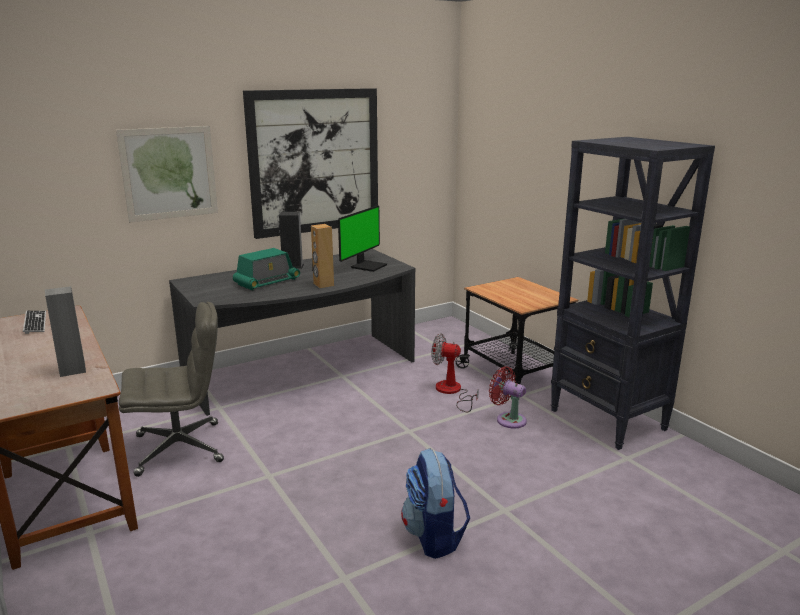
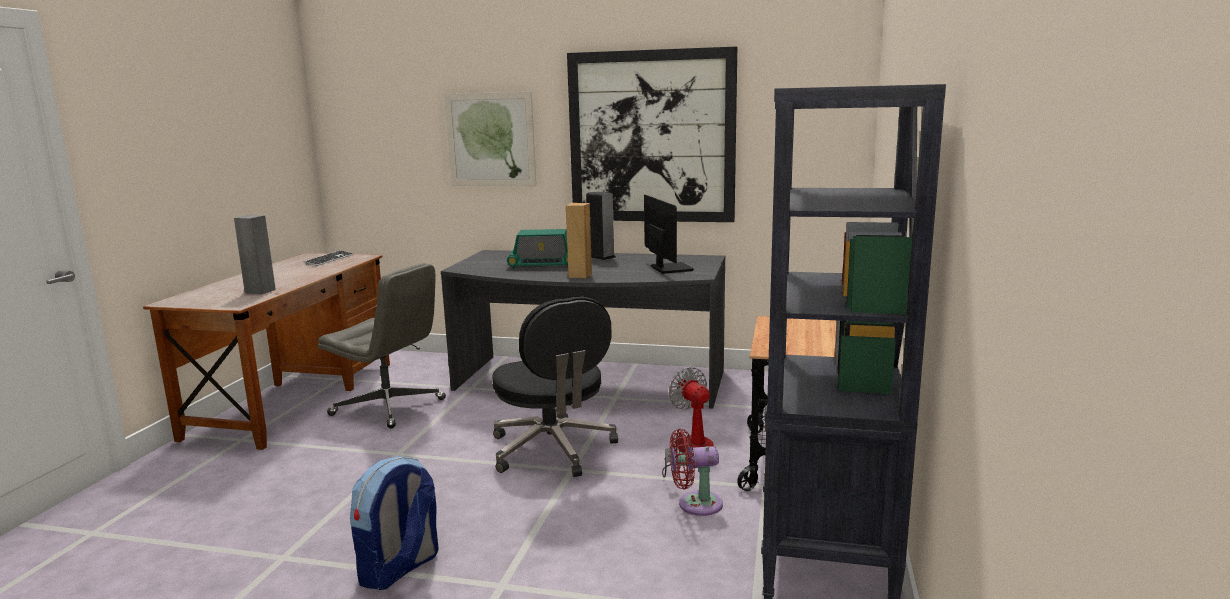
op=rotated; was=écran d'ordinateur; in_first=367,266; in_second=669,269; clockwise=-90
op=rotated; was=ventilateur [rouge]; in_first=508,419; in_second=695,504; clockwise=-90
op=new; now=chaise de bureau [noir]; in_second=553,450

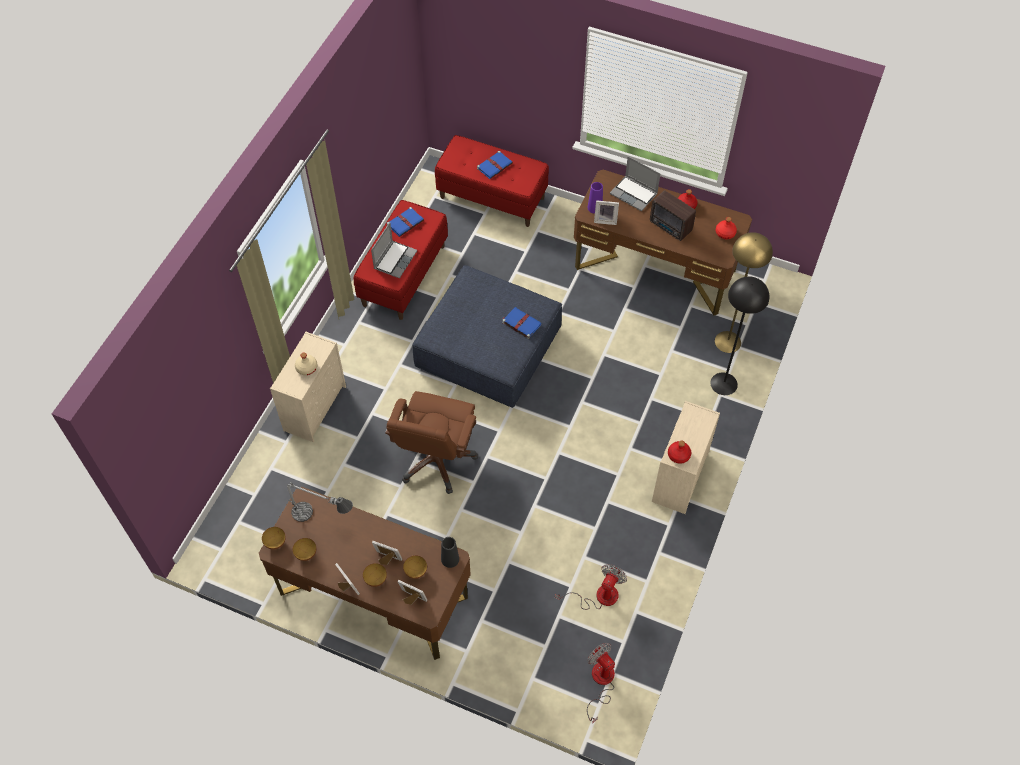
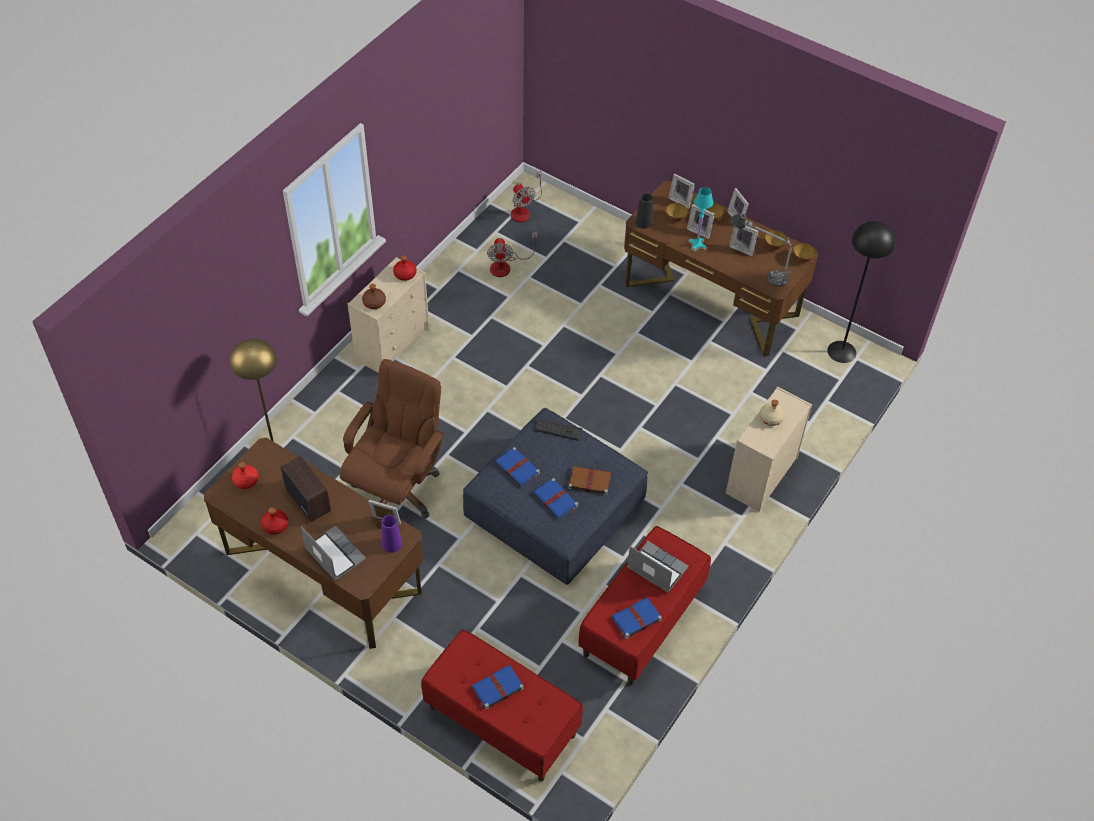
op=rotated; was=ordinateur portable; in_first=395,259; in_second=656,568; clockwise=90
op=shifted; was=lampadaire [noir]; in_first=723,383; in_second=842,351
op=shifted; was=chaise de bureau [marron]; in_first=436,460; in_second=397,489
op=rotated; was=ventilateur; in_first=598,596; in_second=506,265; clockwise=-45
op=new; now=lampe de table [turquoise]; in_second=697,245
op=new; now=cadre photo; in_second=742,248
op=new; now=bouteille [marron]; in_second=374,302
op=new; now=clavier; in_second=558,429
op=new; now=livre [marron]; in_second=589,481
op=new; now=livre [bleu]; in_second=556,500

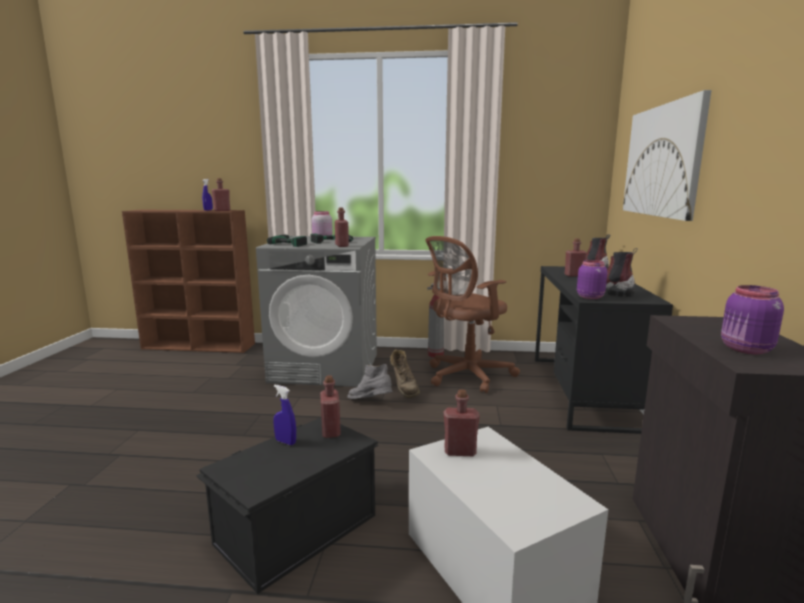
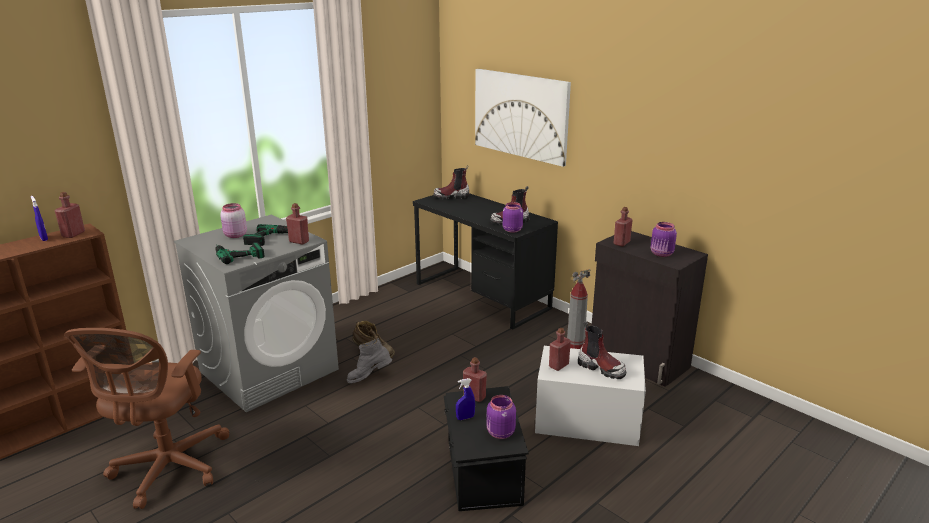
op=shifted; was=chaise de bureau [marron]; in_first=466,376; in_second=167,470
op=shifted; was=bouteille [rouge]; in_first=574,275; in_second=621,243
op=shifted; was=extincteur; in_first=435,355; in_second=575,345
op=new; now=botte; in_second=601,368
op=new; now=bocal [violet]; in_second=500,433

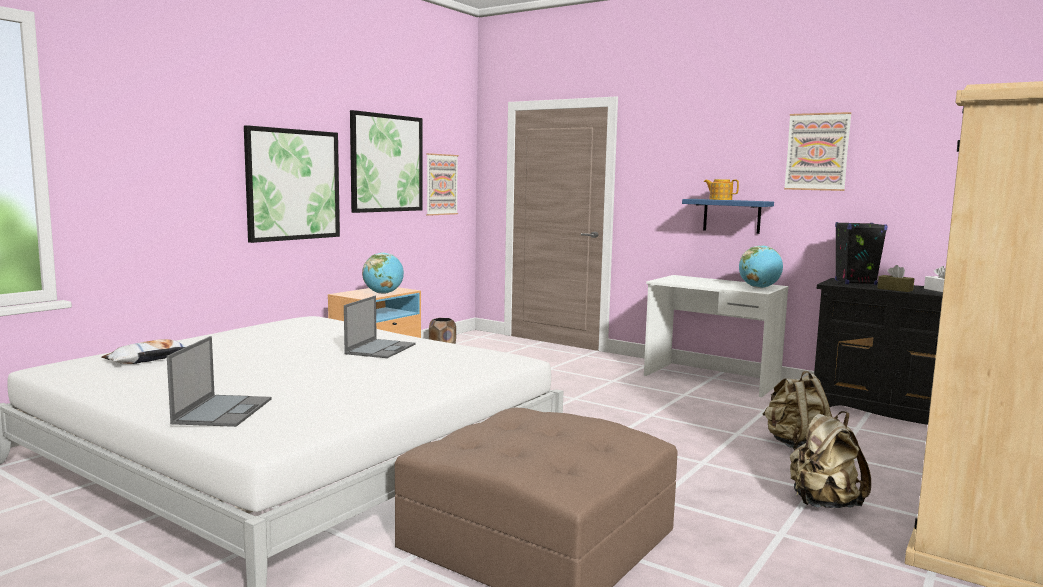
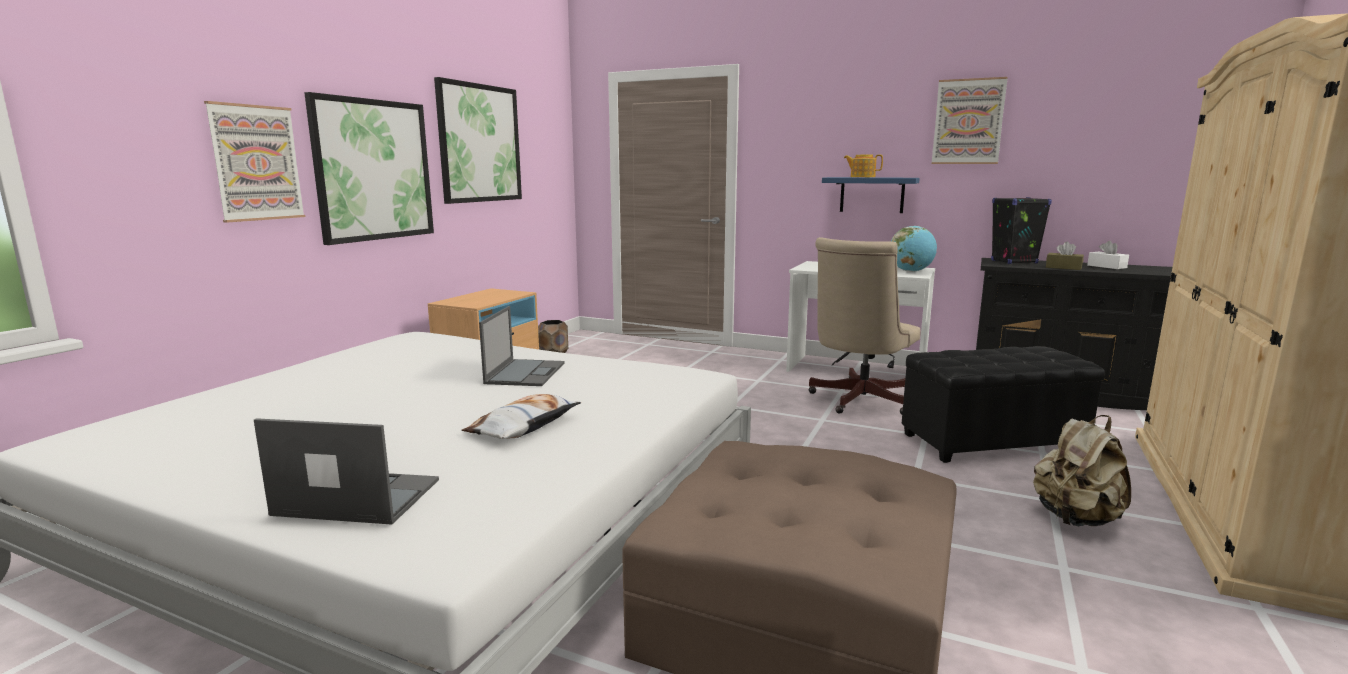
op=shifted; was=tableau; in_first=441,184; in_second=256,163
op=gone; was=globe; in_first=383,293
op=rotated; was=ordinateur portable; in_first=223,411; in_second=356,497; clockwise=-75
op=shifted; was=coussin; in_first=147,359; in_second=524,426
op=swapped; was=sac à dos [beige]; now=pouf [noir]; in_first=795,445; in_second=992,443
op=new; now=chaise de bureau [beige]; in_second=858,401

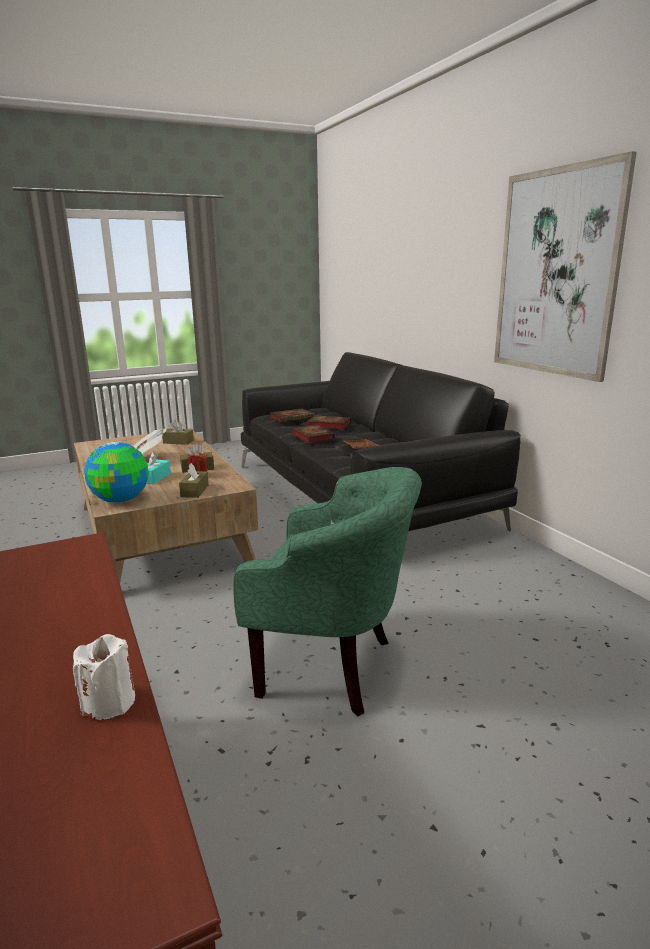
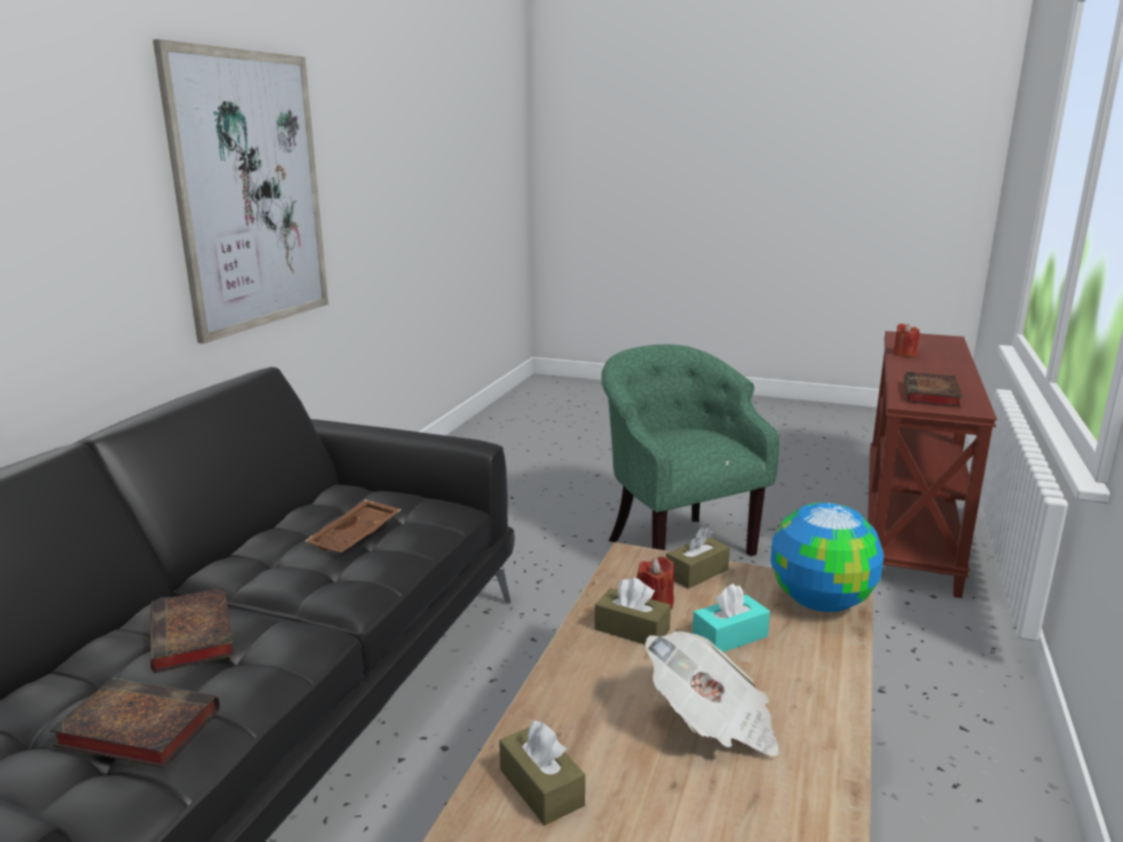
op=shifted; was=livre; in_first=311,437; in_second=932,395
op=repainted; was=bougie [blanc]; now=bougie [rouge]; in_first=109,702; in_second=904,354

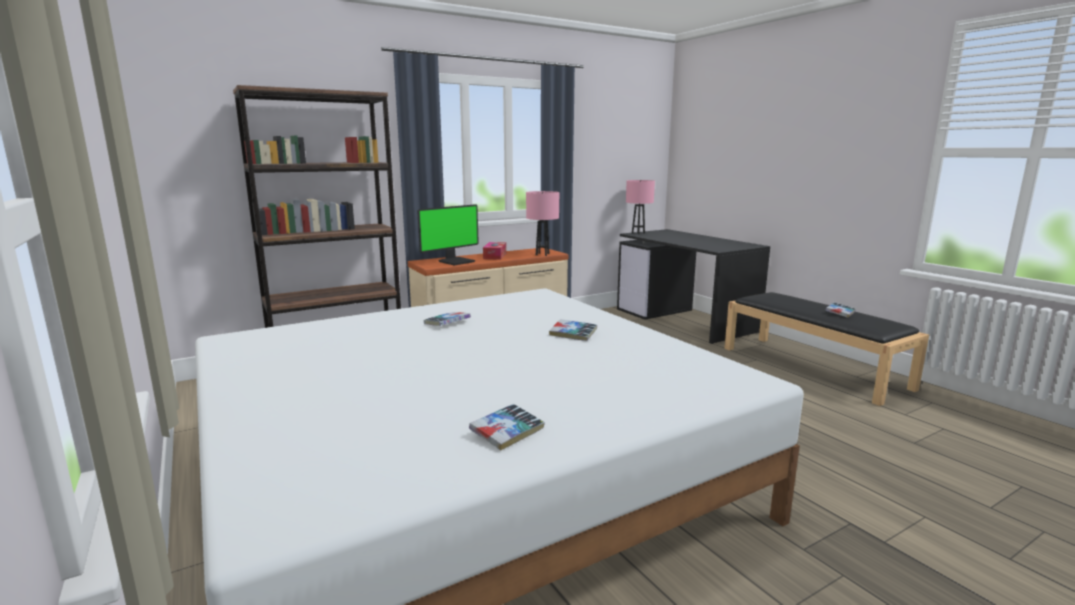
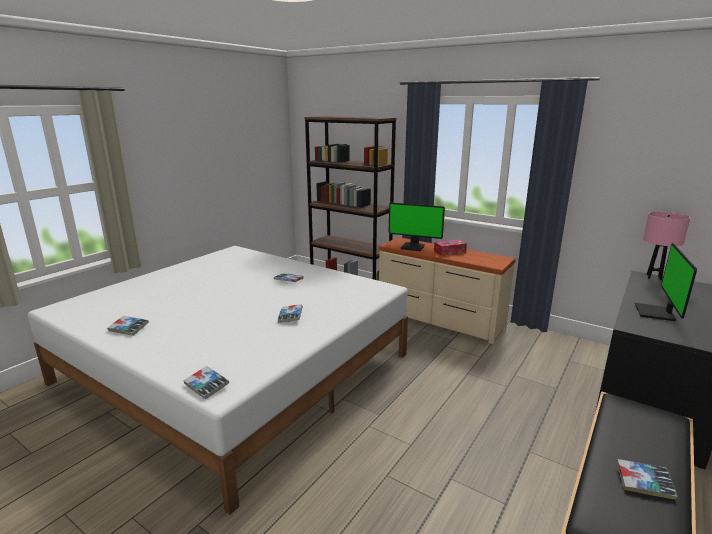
op=gone; was=lampe de table [rose]; in_first=542,254
op=new; now=écran d'ordinateur; in_second=657,313
op=new; now=livre; in_second=206,386

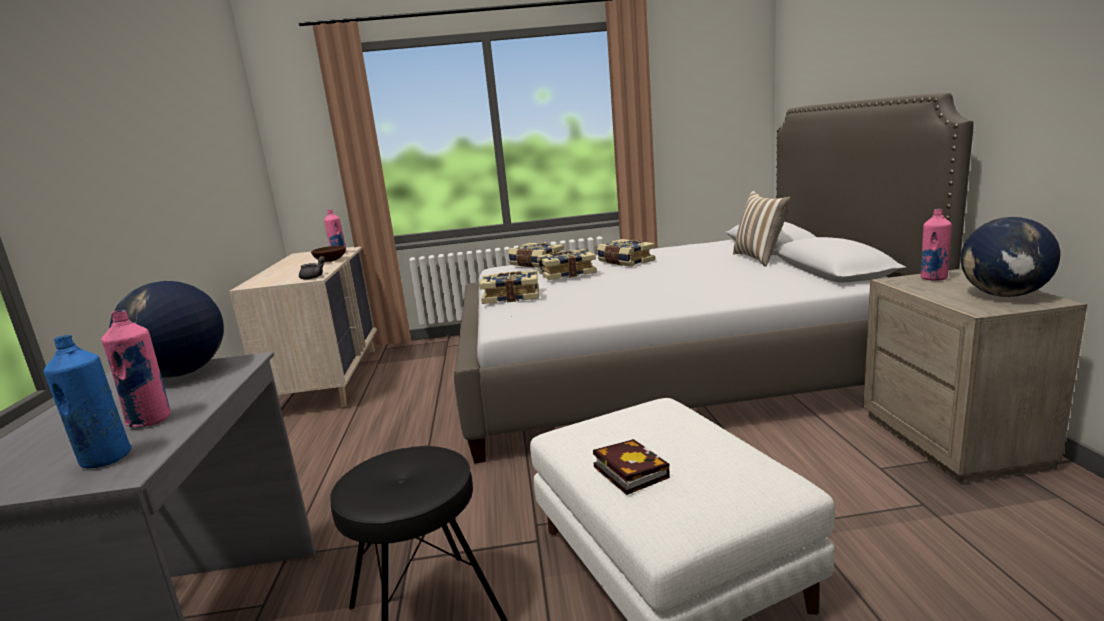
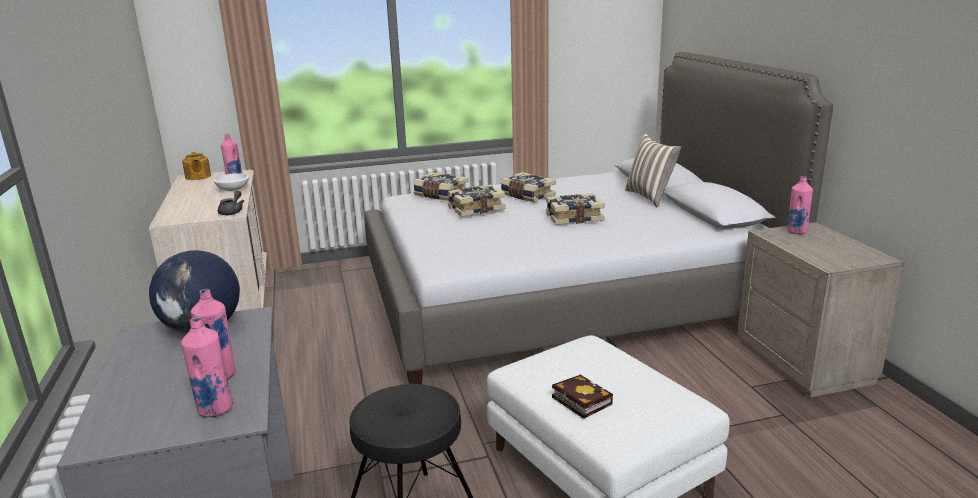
op=gone; was=globe; in_first=1004,295
op=repainted; was=bol [marron]; now=bol [blanc]; in_first=331,260; in_second=234,189
op=shifted; was=livre; in_first=511,297; in_second=574,217
op=repainted; was=bouteille [bleu]; now=bouteille [rose]; in_first=105,459; in_second=215,409
op=new; now=théière; in_second=198,177

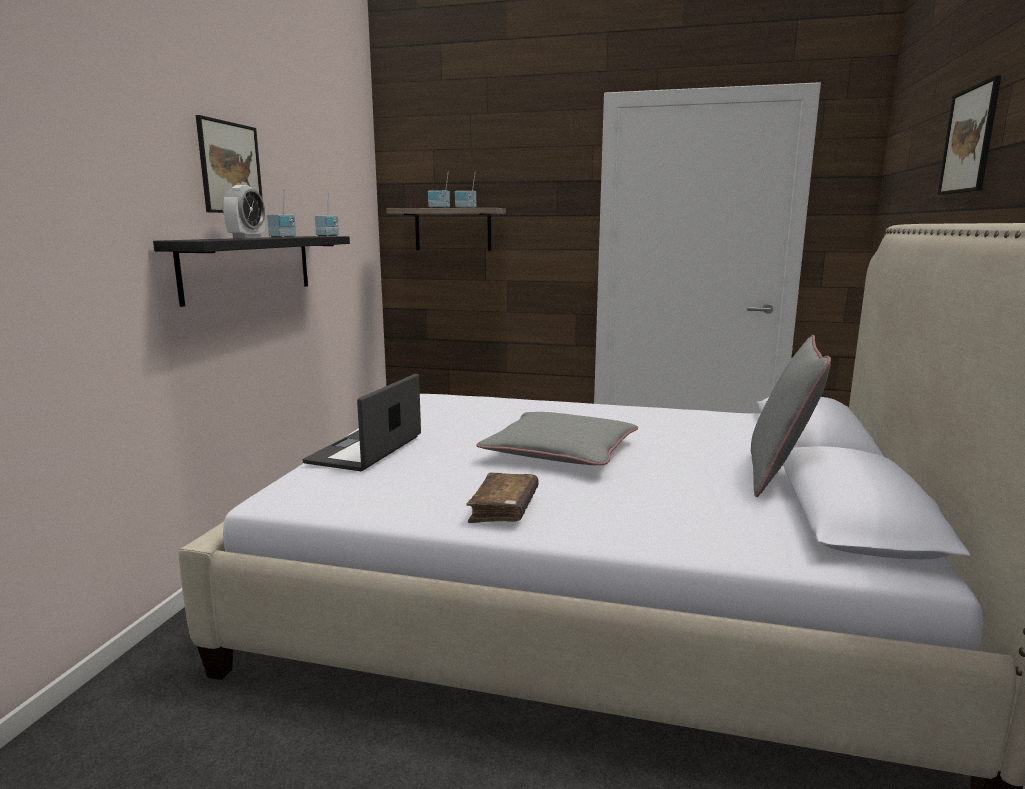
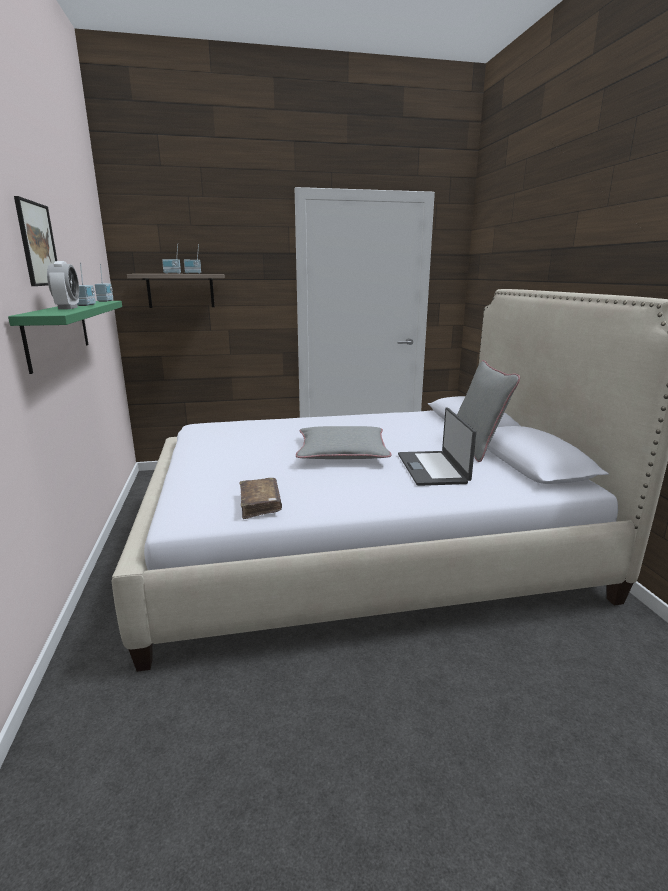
op=gone; was=tableau; in_first=969,140
op=repainted; was=étagère [noir]; now=étagère [vert]; in_first=249,266; in_second=58,332
op=shifted; was=ordinateur portable; in_first=367,450; in_second=433,468
op=shifted; was=livre [marron]; in_first=504,508; in_second=260,504

